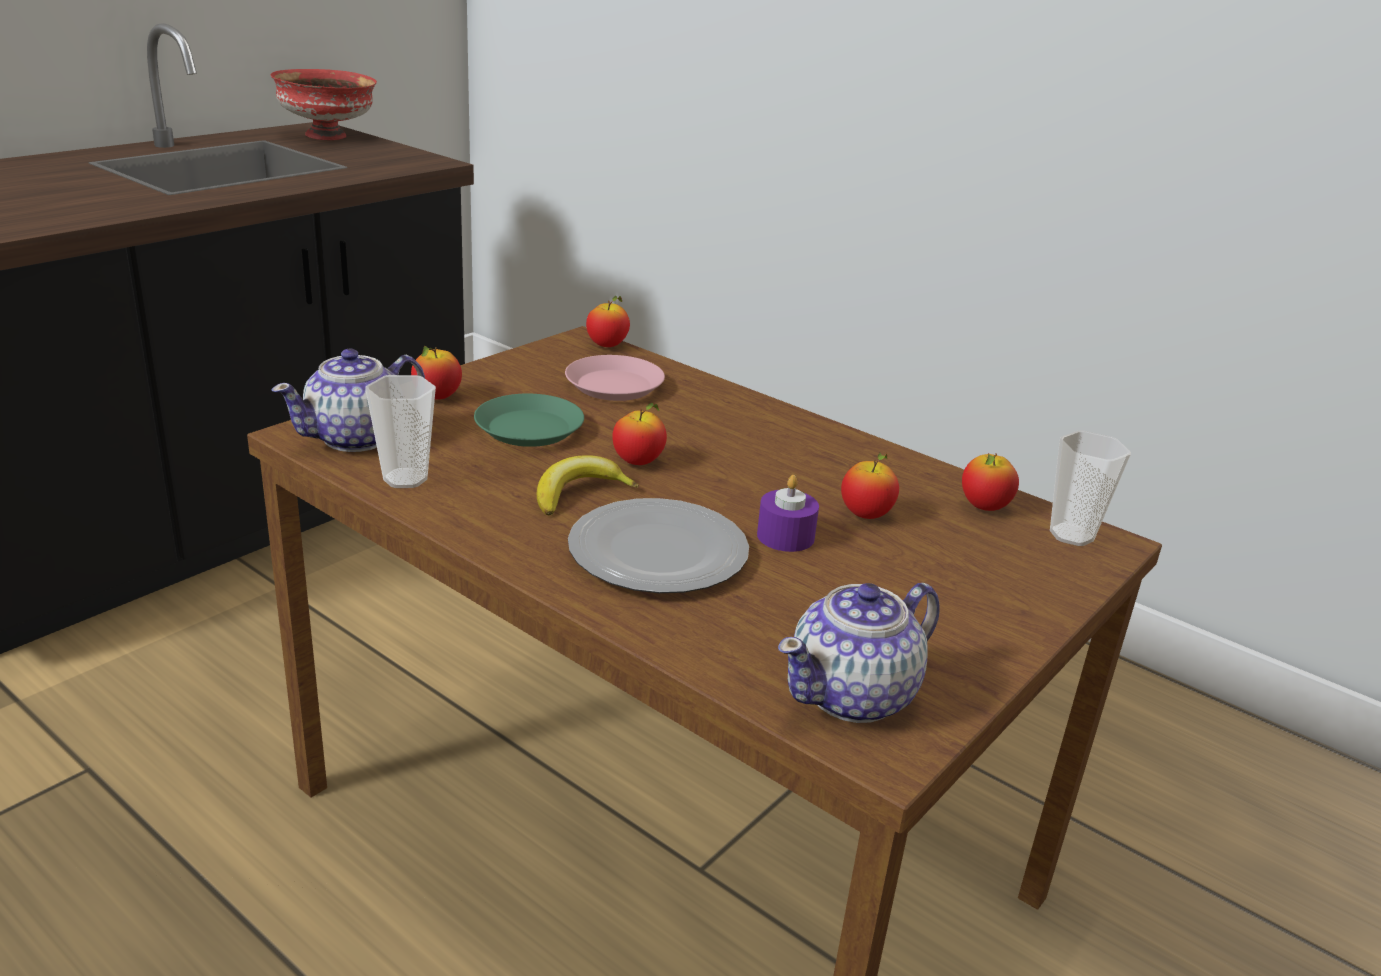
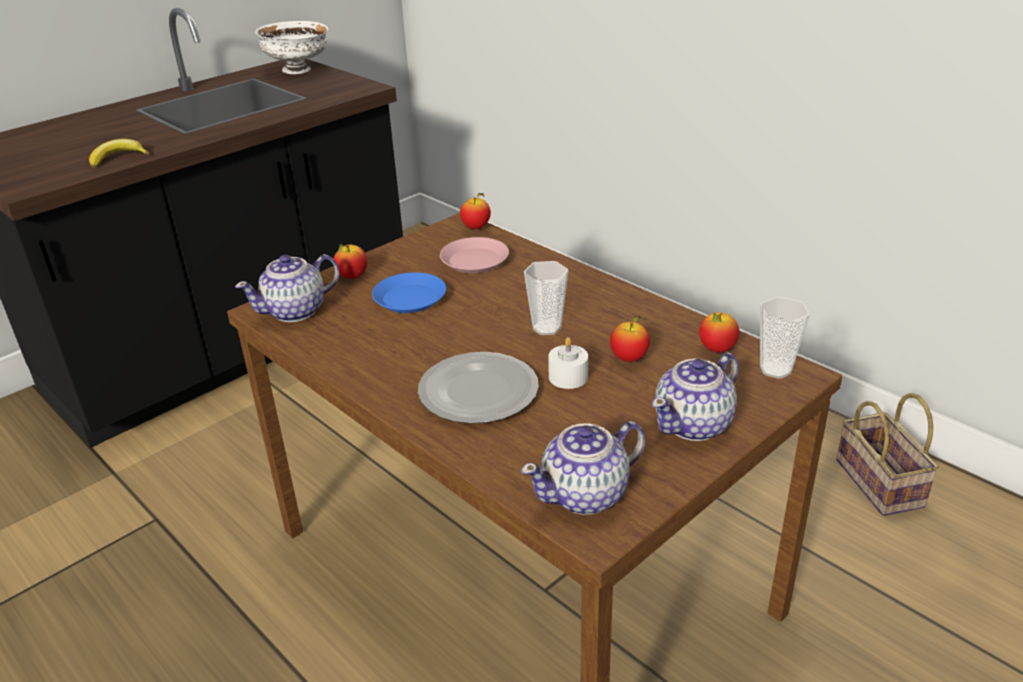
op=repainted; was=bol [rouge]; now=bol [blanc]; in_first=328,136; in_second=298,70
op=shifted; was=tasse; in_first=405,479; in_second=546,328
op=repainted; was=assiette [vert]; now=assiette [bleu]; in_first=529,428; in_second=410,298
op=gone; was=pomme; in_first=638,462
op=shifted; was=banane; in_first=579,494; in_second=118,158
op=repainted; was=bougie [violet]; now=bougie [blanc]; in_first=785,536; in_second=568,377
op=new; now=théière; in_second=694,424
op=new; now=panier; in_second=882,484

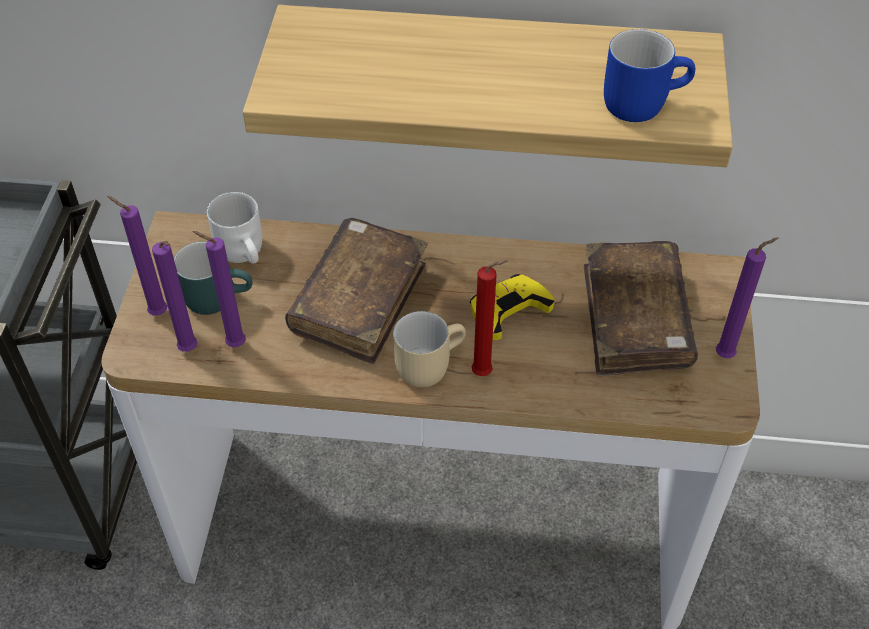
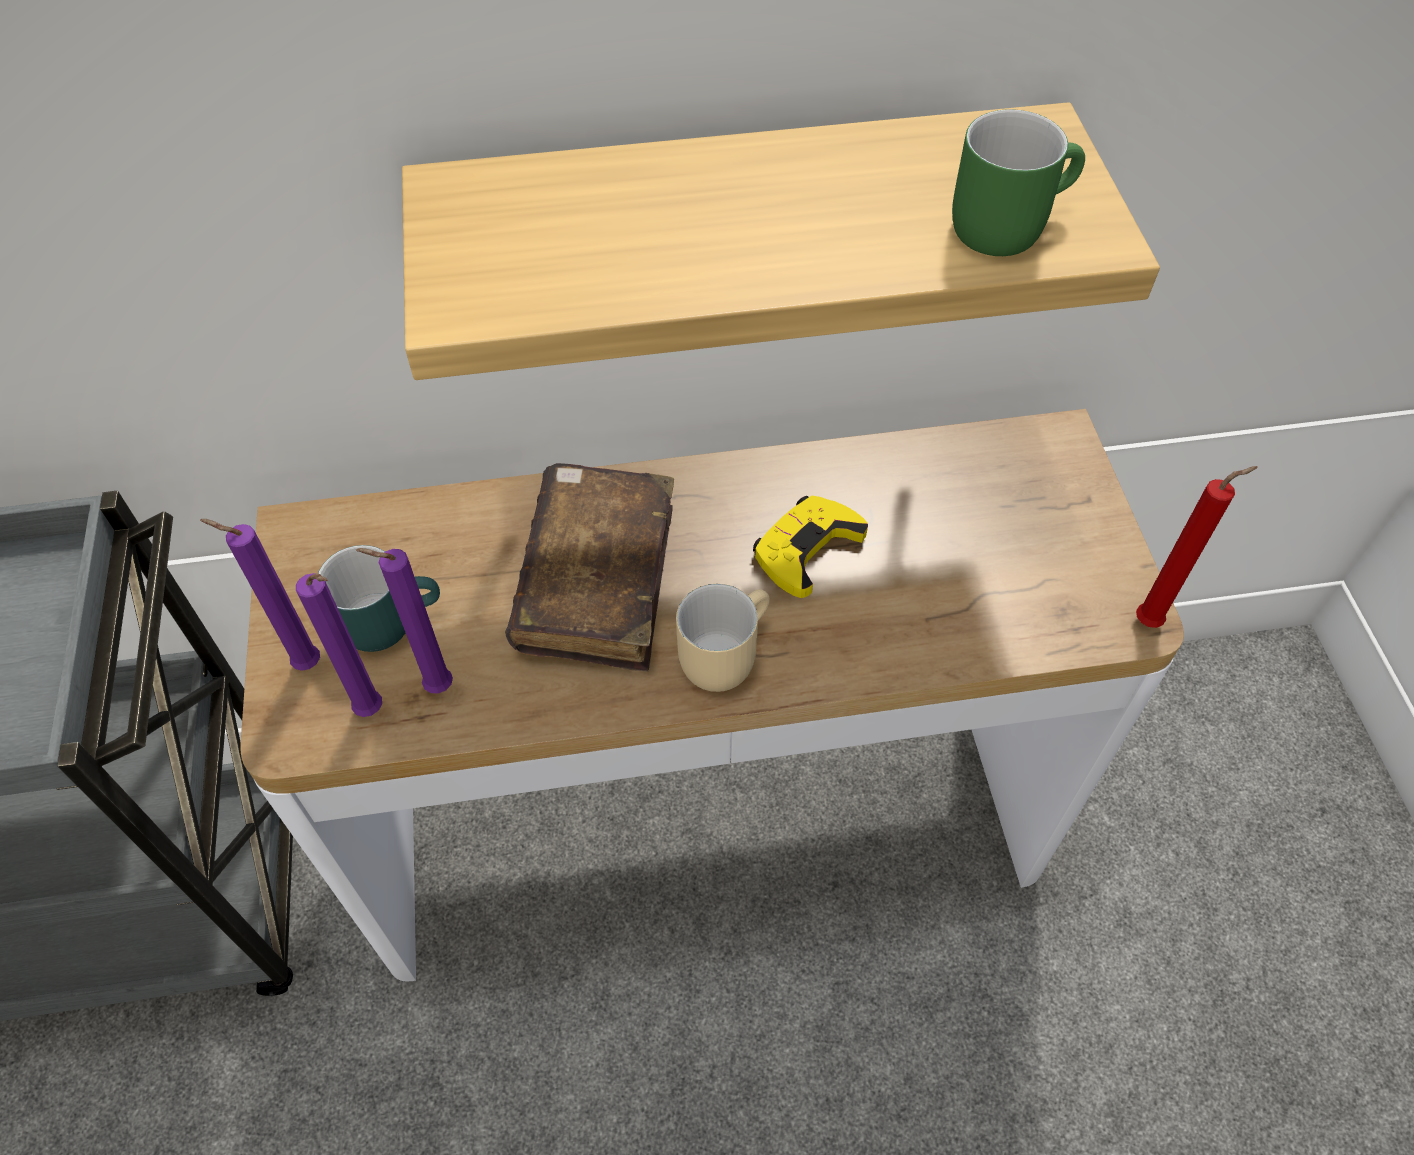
op=repainted; was=mug [bleu]; now=mug [vert]; in_first=641,101; in_second=1004,222
op=gone; was=mug [blanc]; in_first=246,252
op=gone; was=bougie [violet]; in_first=727,355
op=gone; was=livre [marron]; in_first=635,320
op=shifted; was=bougie [rouge]; in_first=485,373; in_second=1152,621

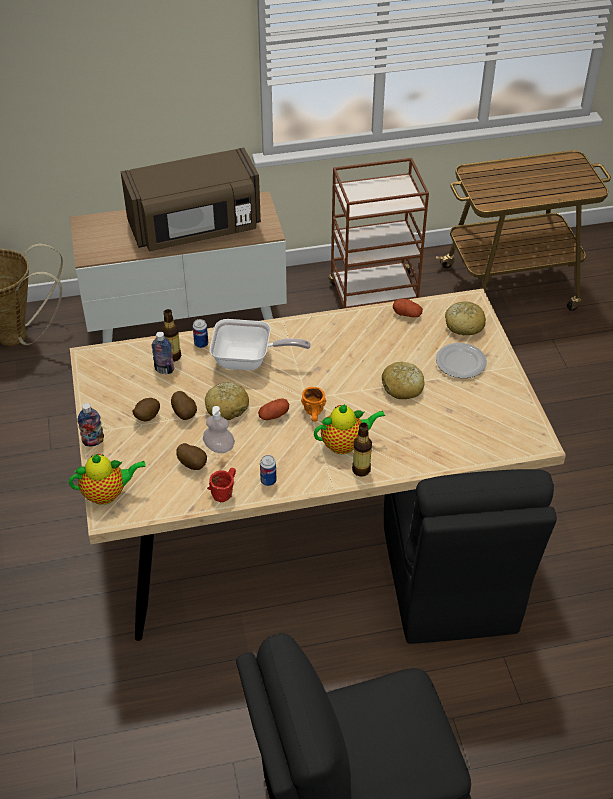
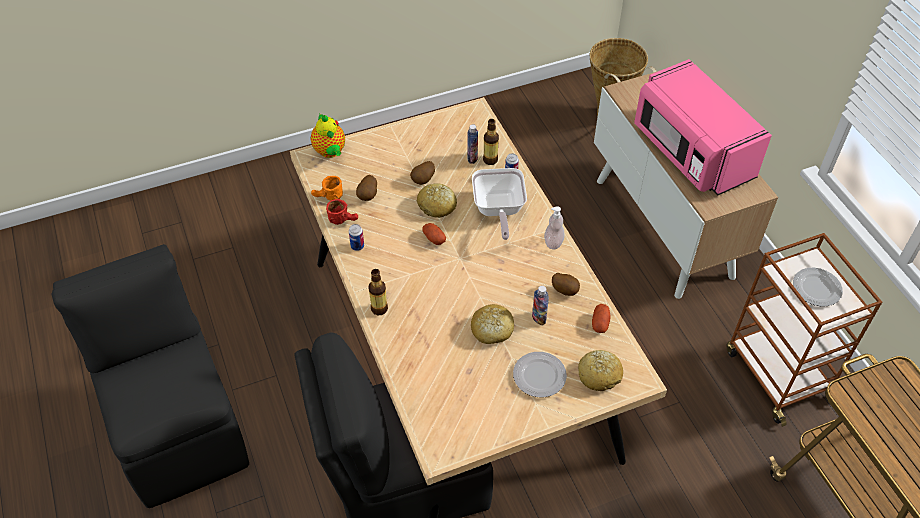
op=repainted; was=micro-ondes [marron]; now=micro-ondes [rose]; in_first=195,228; in_second=691,152
op=shifted; was=mug [orange]; in_first=315,414; in_second=328,198
op=shifted; was=pomme de terre; in_first=146,417; in_second=565,290
op=shifted; was=bouteille; in_first=93,441; in_second=539,318
op=gone; was=théière; in_first=345,444
op=shifted; was=distributeur de savon; in_first=219,447; in_second=553,242
op=new; now=assiette; in_second=816,289

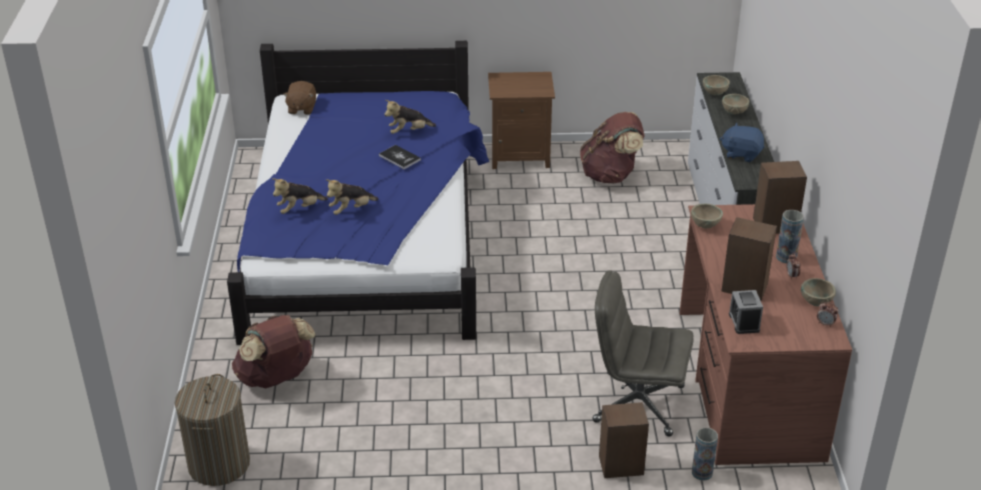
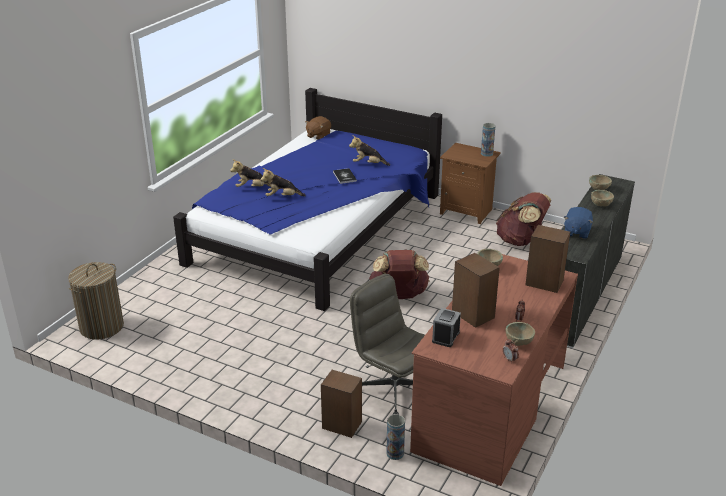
op=rotated; was=peluche [bleu]; in_first=741,154; in_second=576,232; clockwise=-120
op=shifted; was=vase; in_first=786,257; in_second=486,153
op=shifted; was=sac à dos [marron]; in_first=276,378; in_second=399,296

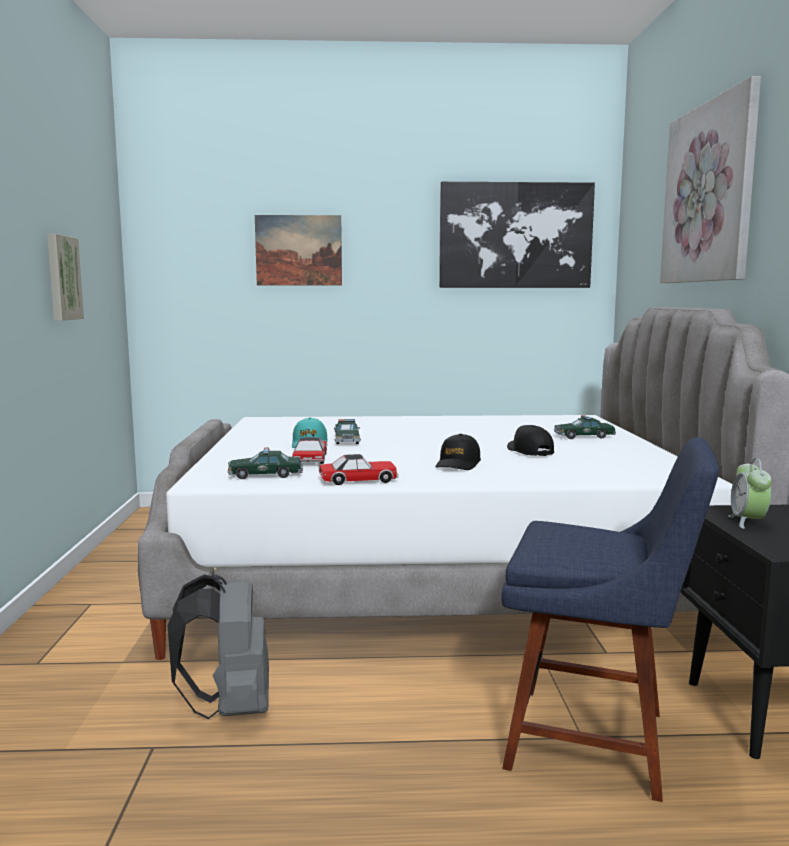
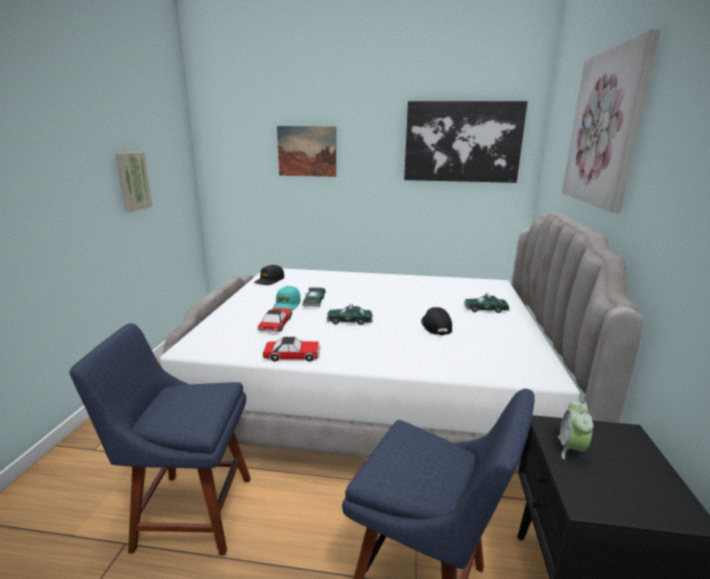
op=shifted; was=casquette [noir]; in_first=458,464; in_second=269,280
op=shifted; was=petite voiture; in_first=265,475; in_second=349,321
op=swapped; was=sac à dos [gris]; now=chaise [bleu]; in_first=230,708; in_second=188,511

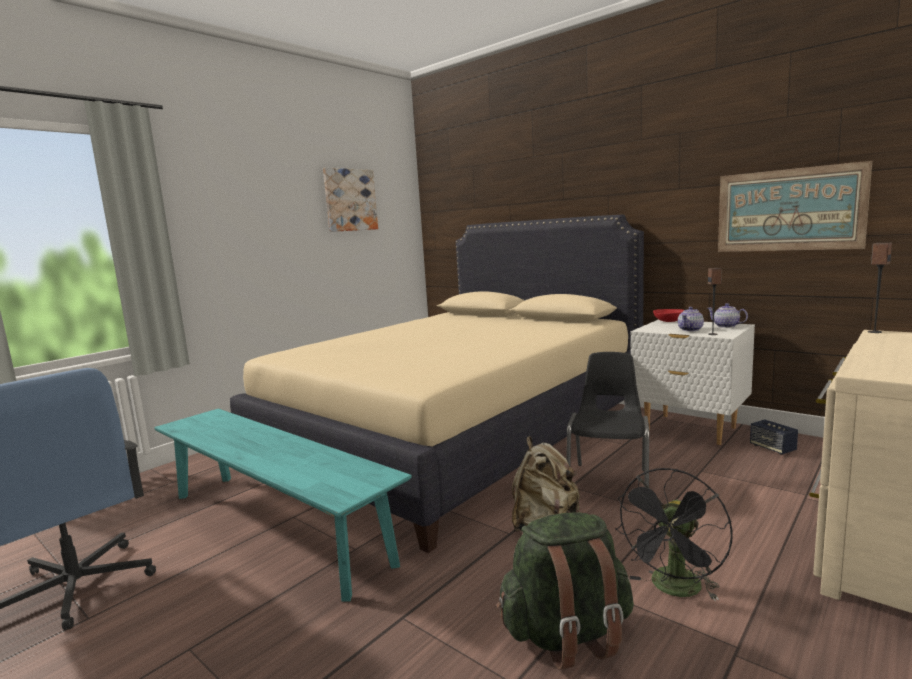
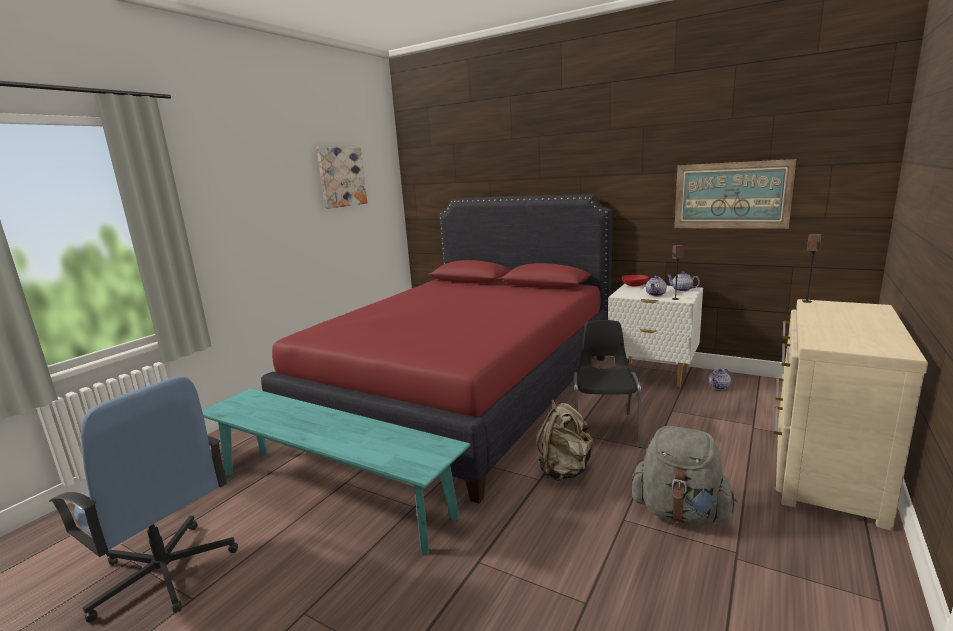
op=repainted; was=lit [beige]; now=lit [rouge]; in_first=457,436; in_second=462,393
op=swapped; was=enceinte; now=théière; in_first=772,448; in_second=719,387
op=swapped; was=ventilateur [noir]; now=sac à dos [gris]; in_first=674,590; in_second=680,513
op=gone; was=sac à dos [vert]; in_first=567,634

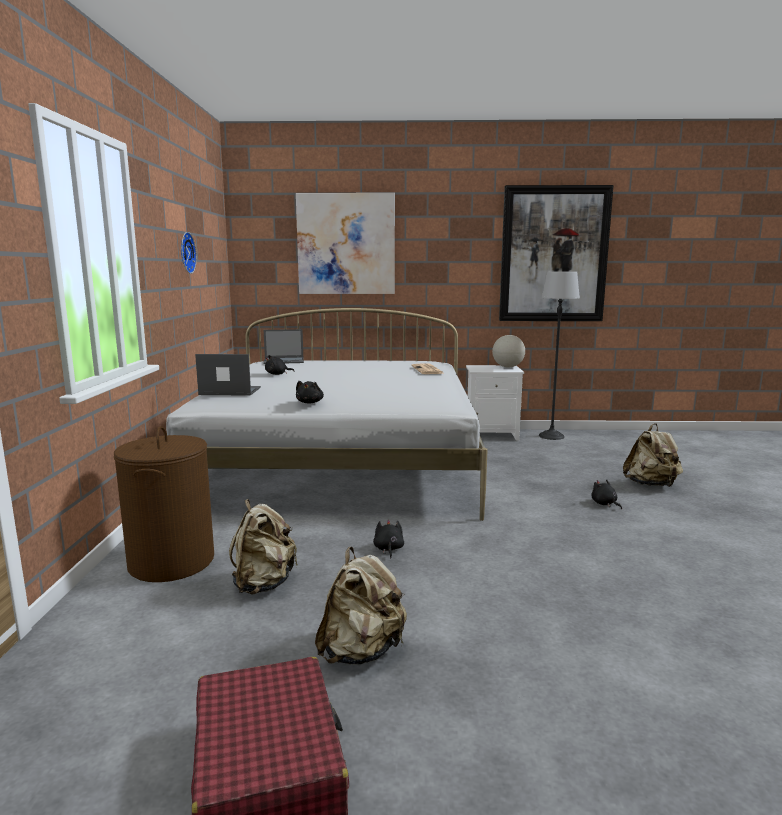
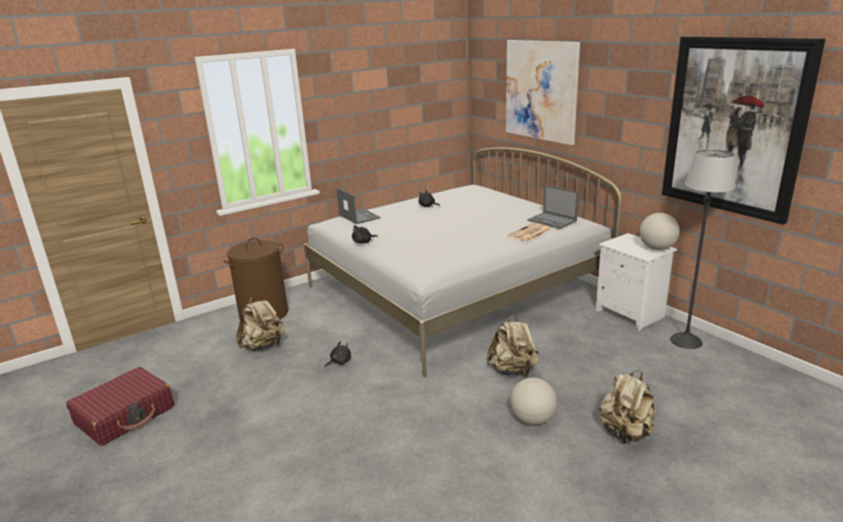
op=gone; was=horloge murale; in_first=185,252
op=shifted; was=ordinateur portable; in_first=284,361; in_second=552,221
op=swapped; was=peluche [noir]; now=globe; in_first=604,504; in_second=532,419
op=shifted; was=sac à dos [beige]; in_first=361,651; in_second=513,371

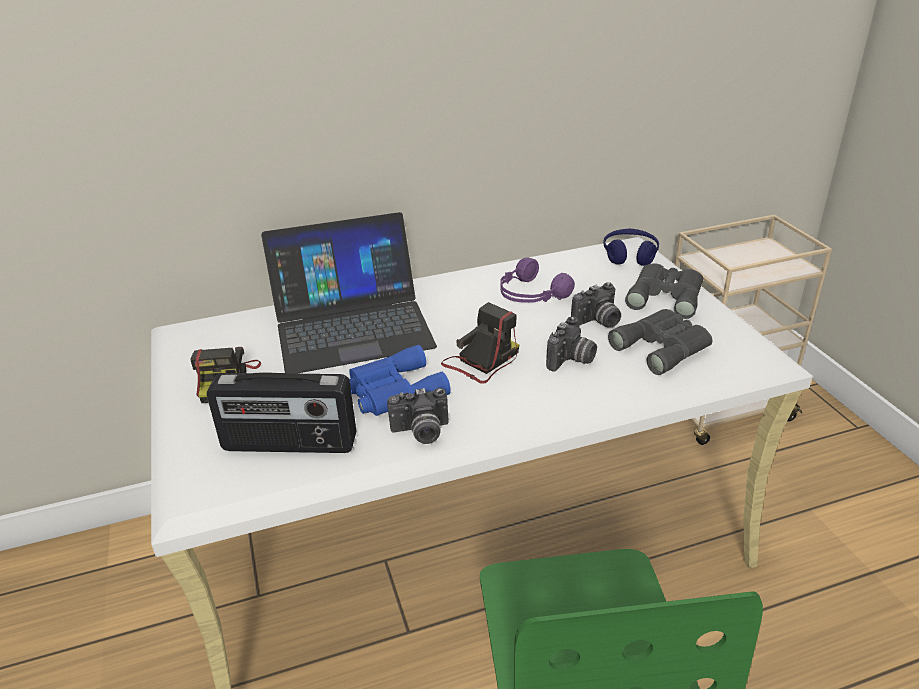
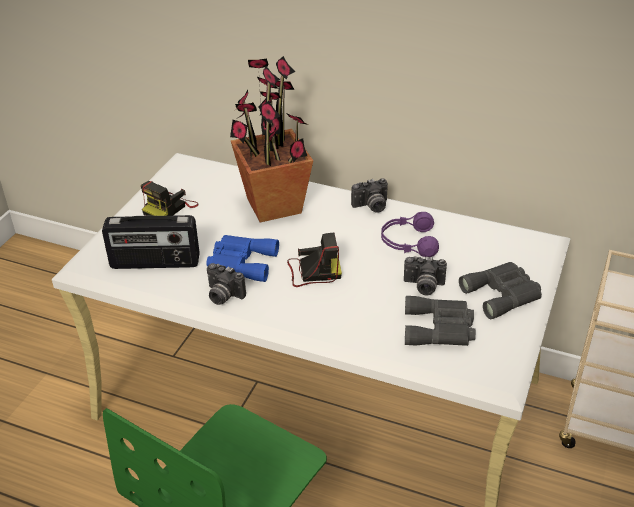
op=swapped; was=ordinateur portable; now=plante en pot; in_first=352,325; in_second=273,206
op=gone; was=casque audio [bleu]; in_first=630,255
op=shifted; was=appareil photo; in_first=572,360; in_second=371,207
op=rotated; was=radio; in_first=289,444; in_second=155,263; clockwise=-45

